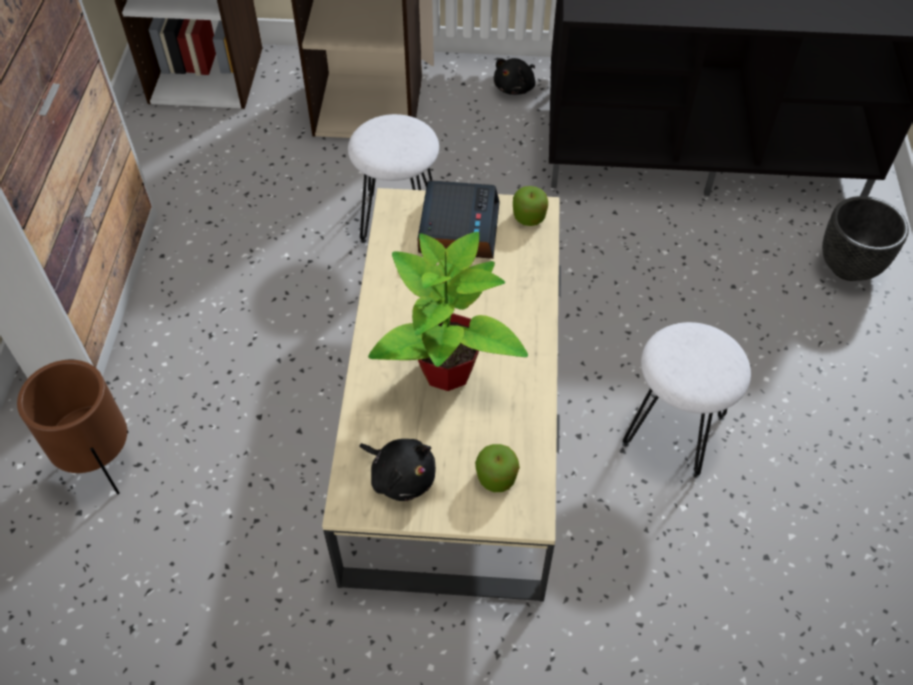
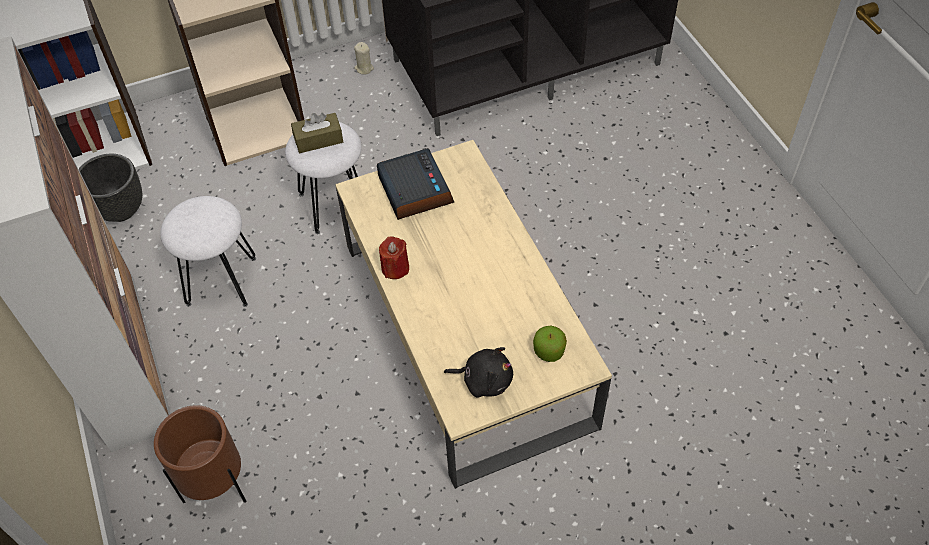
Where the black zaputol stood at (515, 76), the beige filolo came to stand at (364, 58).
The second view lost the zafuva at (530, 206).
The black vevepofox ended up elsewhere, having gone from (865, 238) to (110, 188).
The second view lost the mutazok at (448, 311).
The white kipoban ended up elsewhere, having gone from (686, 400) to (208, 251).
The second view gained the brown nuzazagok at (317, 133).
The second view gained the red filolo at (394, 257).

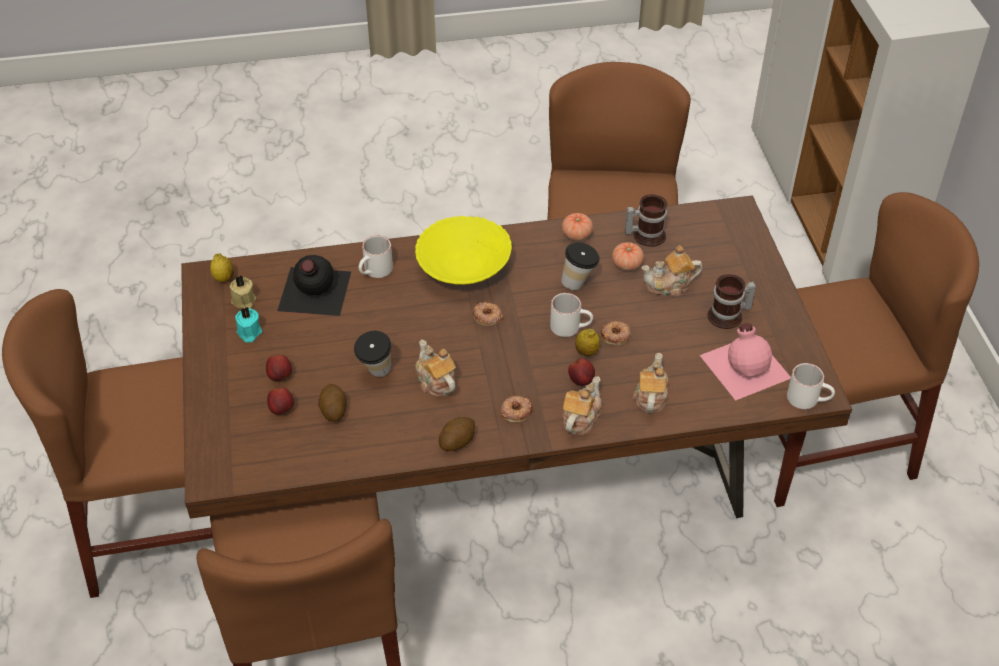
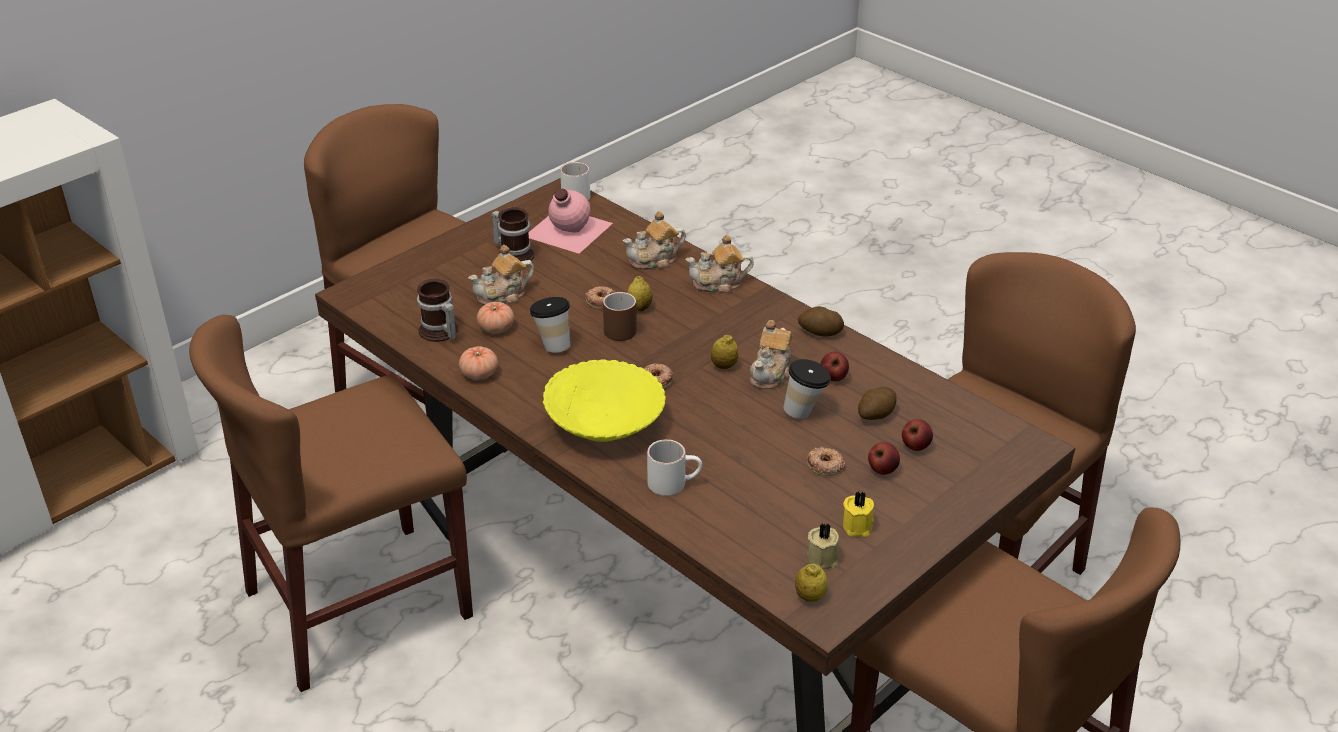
The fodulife at (671, 270) ended up facing another way, 105 degrees clockwise from before.
The second view lost the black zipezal at (314, 285).
What was the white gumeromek at (571, 315) turned into the brown gumeromek at (620, 316).
What was the turquoise filolo at (248, 325) turned into the yellow filolo at (858, 514).
The zafuva ended up elsewhere, having gone from (581, 372) to (834, 366).
The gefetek ended up elsewhere, having gone from (516, 409) to (826, 461).
The second view gained the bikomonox at (724, 352).

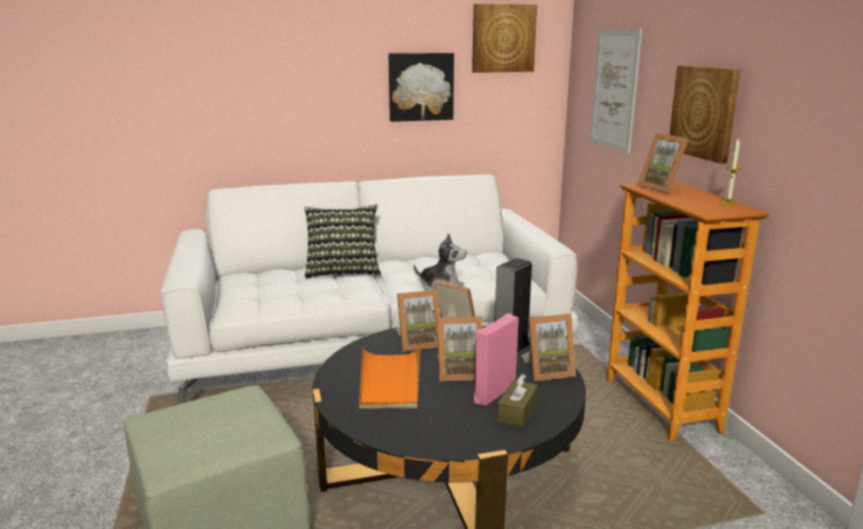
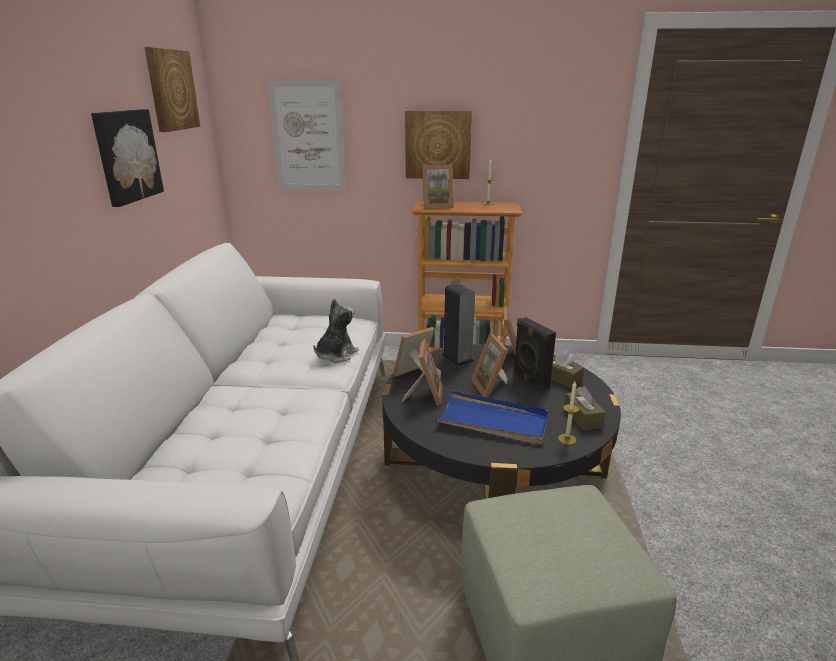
The second view lost the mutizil at (342, 242).
What was the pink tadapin at (496, 359) turned into the black tadapin at (534, 354).
The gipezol at (460, 349) ended up facing another way, 150 degrees clockwise from before.
What was the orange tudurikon at (390, 378) turned into the blue tudurikon at (492, 417).
The second view gained the filolo at (568, 413).
The second view gained the brown nuzazagok at (585, 408).

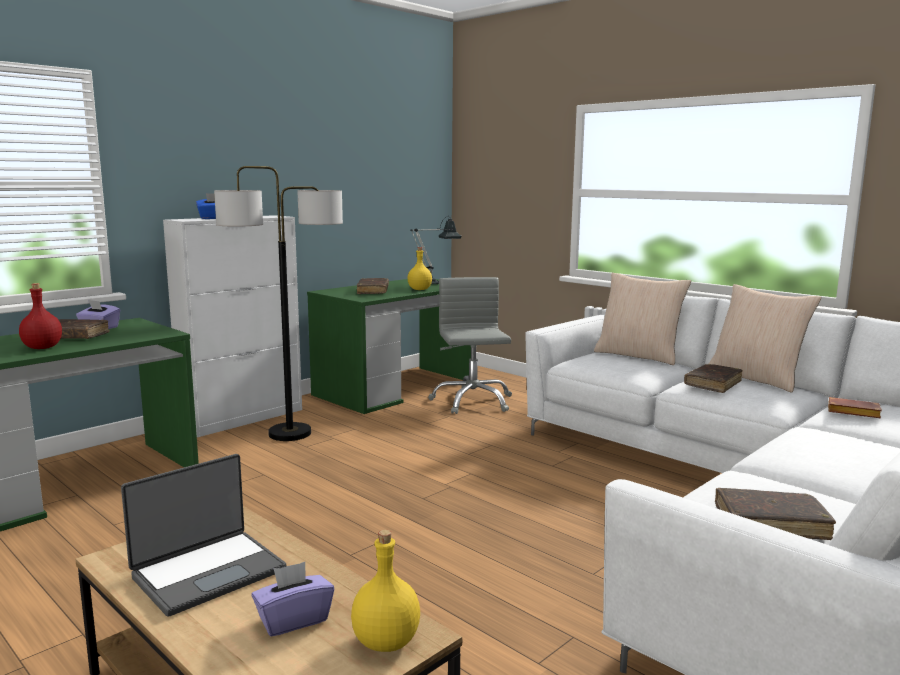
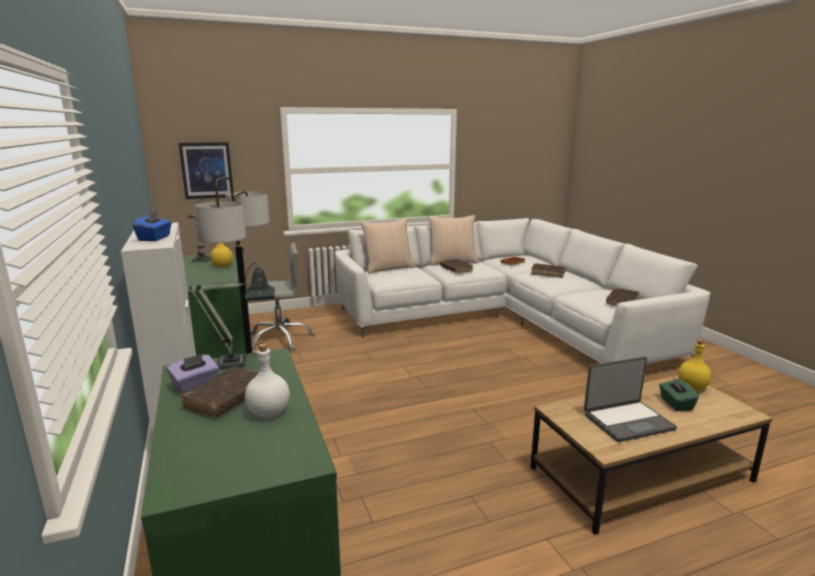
The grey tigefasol at (470, 345) ended up facing another way, 150 degrees clockwise from before.
The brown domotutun ended up elsewhere, having gone from (373, 286) to (548, 270).
What was the red zipezal at (40, 316) turned into the white zipezal at (267, 381).
The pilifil at (203, 535) ended up facing another way, 90 degrees clockwise from before.
What was the purple nuzazagok at (292, 599) turned into the green nuzazagok at (679, 394).
The second view gained the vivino at (206, 170).
The second view gained the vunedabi at (232, 316).

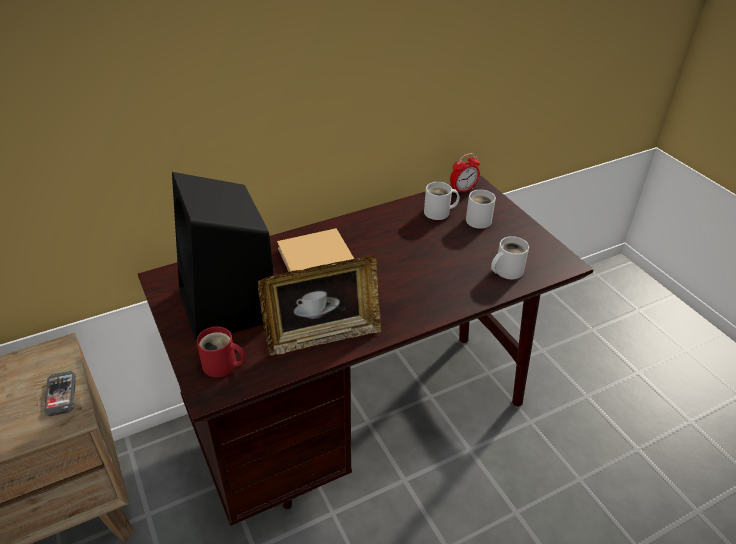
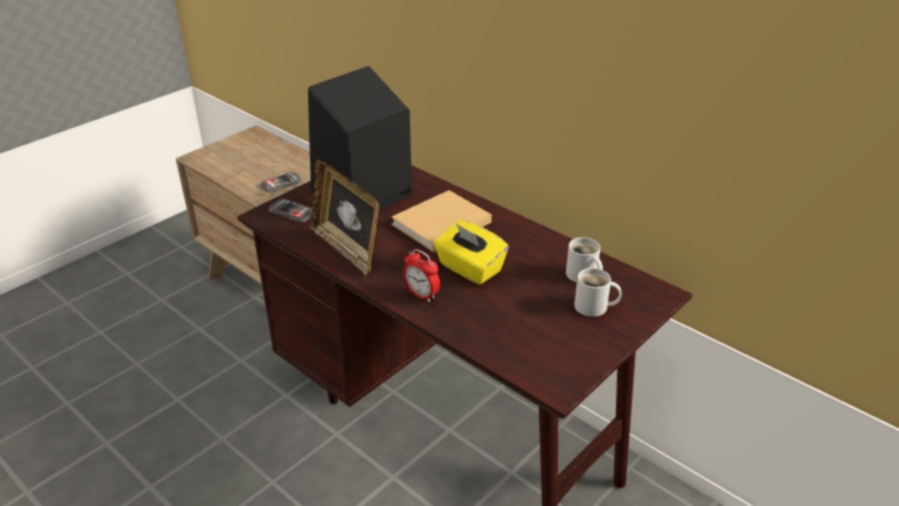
The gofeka ended up elsewhere, having gone from (465, 172) to (421, 275).
The second view lost the white gumeromek at (510, 257).
Where the red gumeromek stood at (221, 351), the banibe came to stand at (290, 211).
The second view gained the yellow nuzazagok at (471, 252).

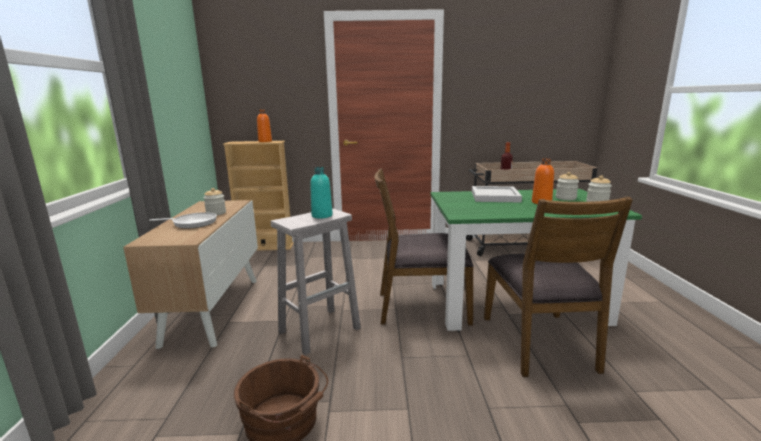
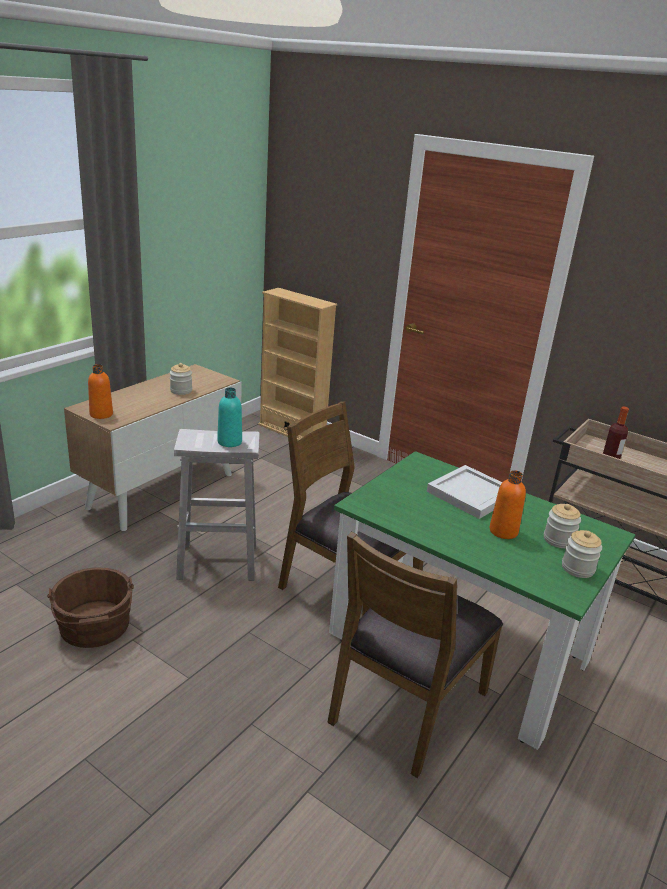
The orange zipezal ended up elsewhere, having gone from (264, 126) to (100, 391).
The second view lost the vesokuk at (183, 220).

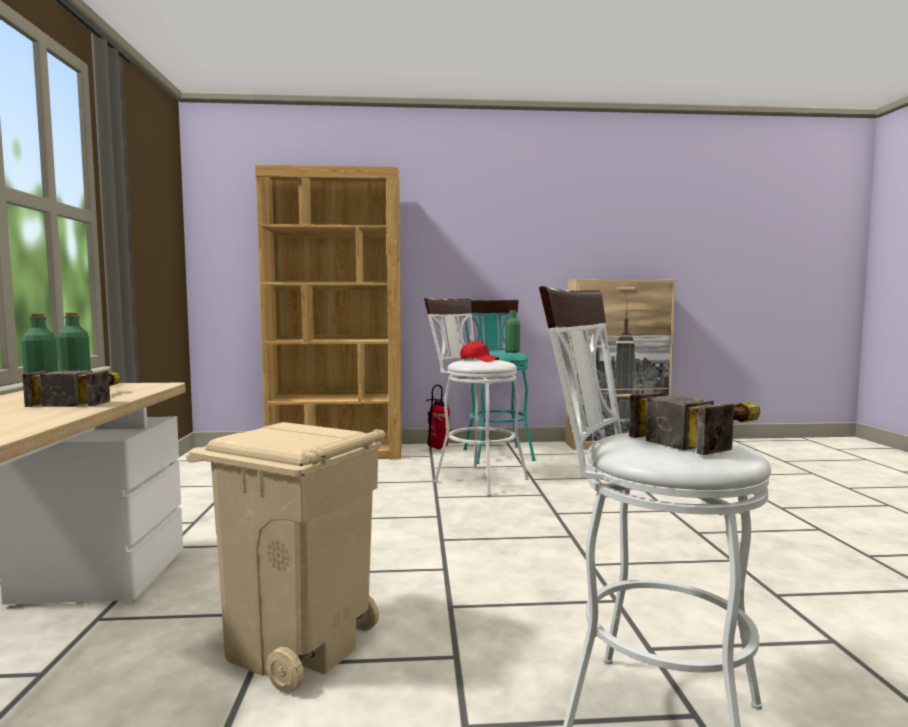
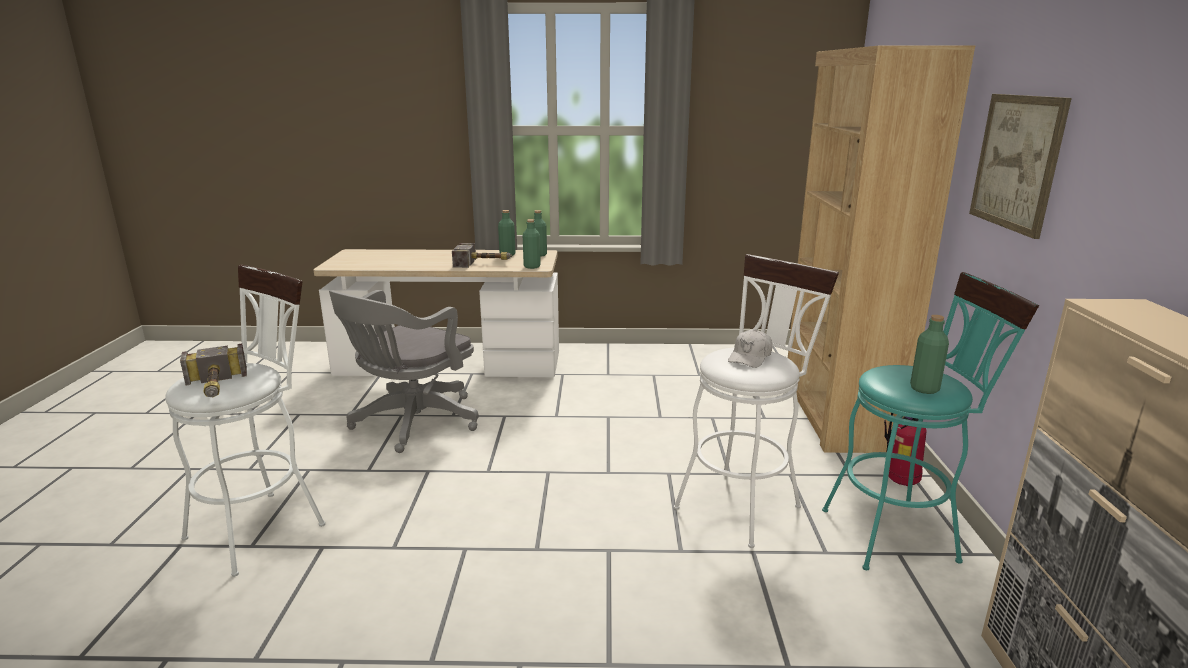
What was the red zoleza at (479, 351) turned into the white zoleza at (750, 349).
Where the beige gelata stood at (285, 557), the grey tigefasol came to stand at (404, 371).
The second view gained the vivino at (1020, 166).
The second view gained the green zipezal at (532, 244).

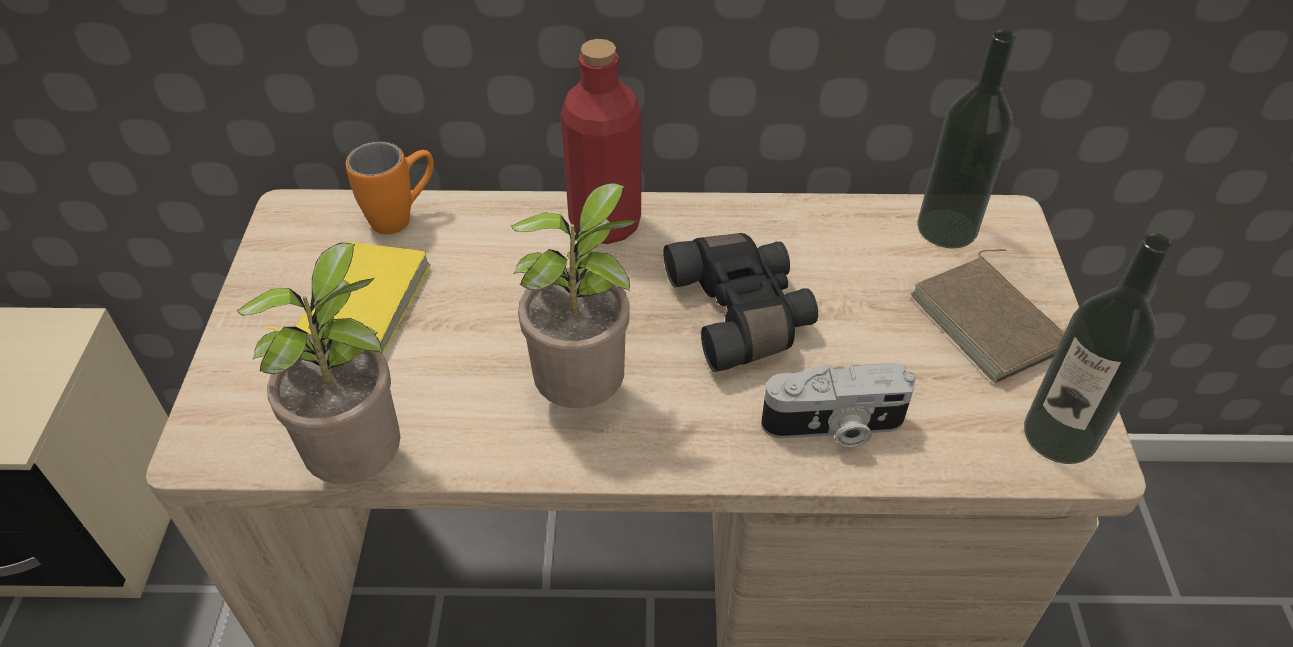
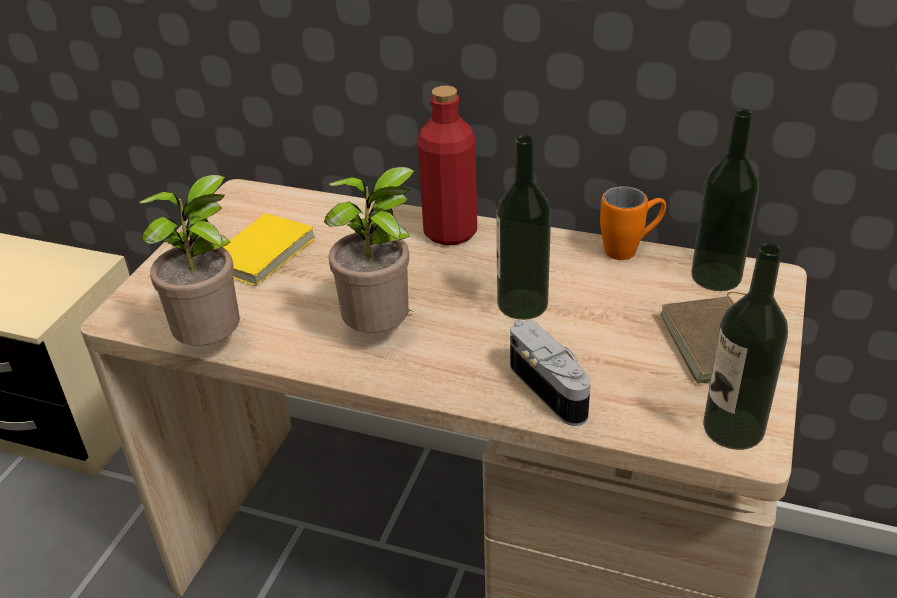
The orange gumeromek ended up elsewhere, having gone from (390, 188) to (633, 223).
Where the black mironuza stood at (741, 302), the zipezal came to stand at (523, 227).
The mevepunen at (838, 405) ended up facing another way, 135 degrees counterclockwise from before.

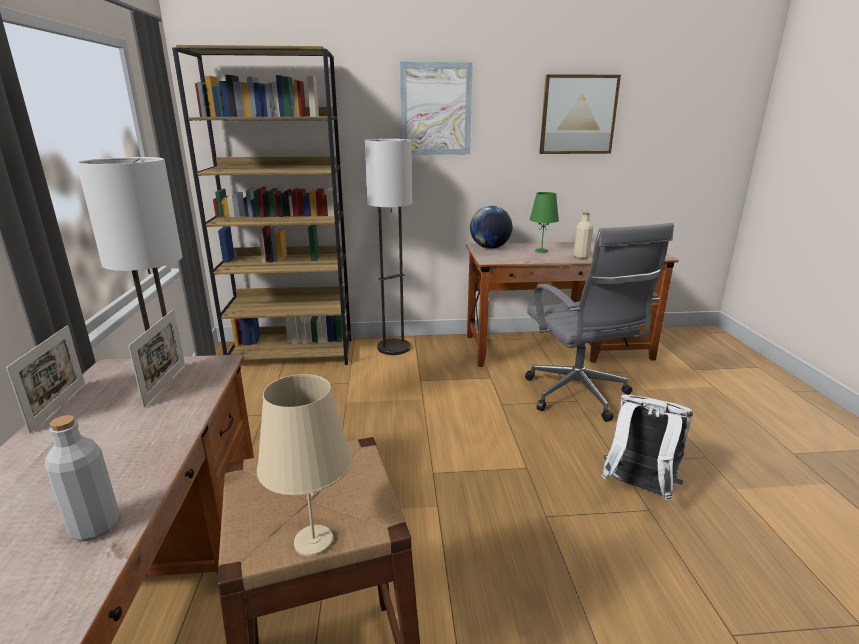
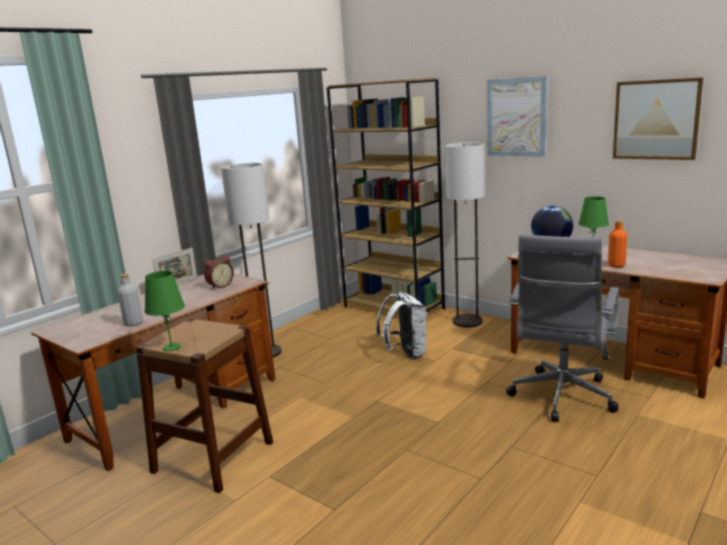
What was the beige zipezal at (583, 235) turned into the orange zipezal at (617, 243).
Where the gipezol stood at (156, 358), the gofeka came to stand at (219, 272).
What was the beige vunedabi at (304, 465) turned into the green vunedabi at (165, 311).
The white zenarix ended up elsewhere, having gone from (647, 447) to (401, 325).

